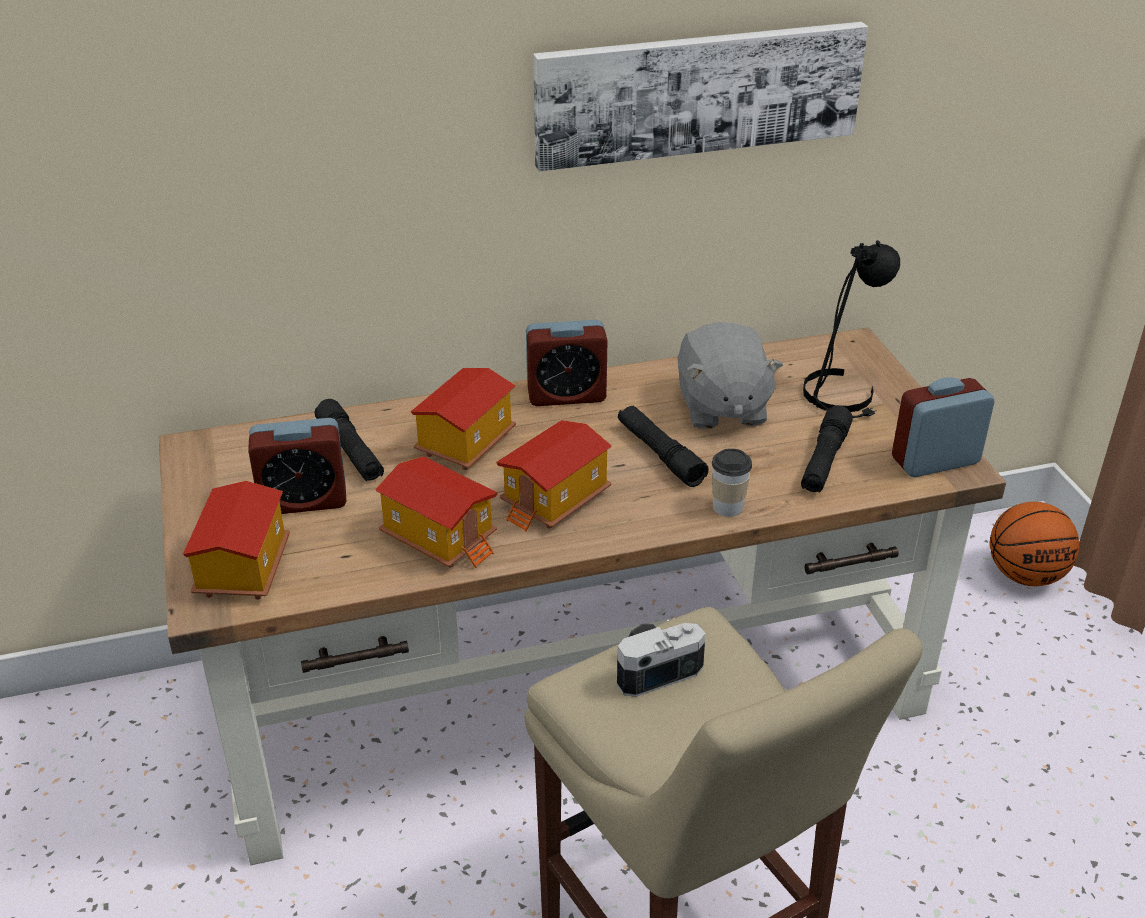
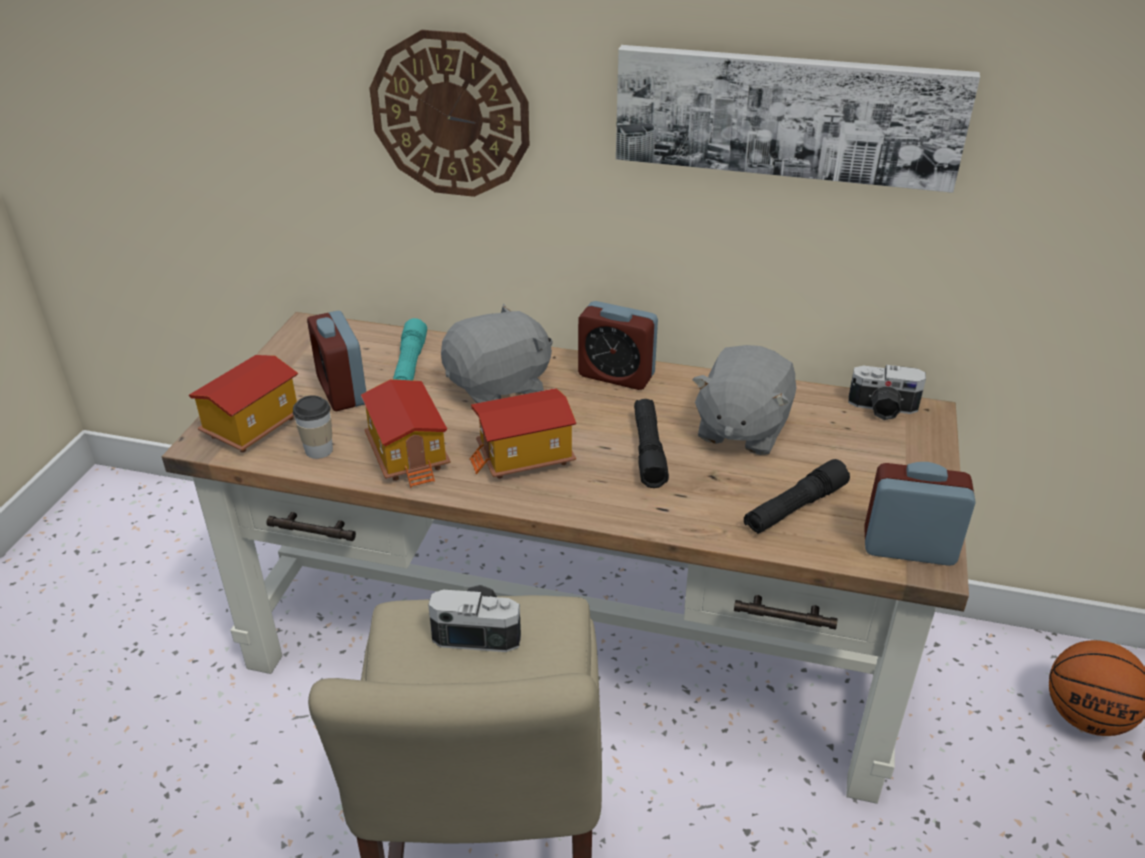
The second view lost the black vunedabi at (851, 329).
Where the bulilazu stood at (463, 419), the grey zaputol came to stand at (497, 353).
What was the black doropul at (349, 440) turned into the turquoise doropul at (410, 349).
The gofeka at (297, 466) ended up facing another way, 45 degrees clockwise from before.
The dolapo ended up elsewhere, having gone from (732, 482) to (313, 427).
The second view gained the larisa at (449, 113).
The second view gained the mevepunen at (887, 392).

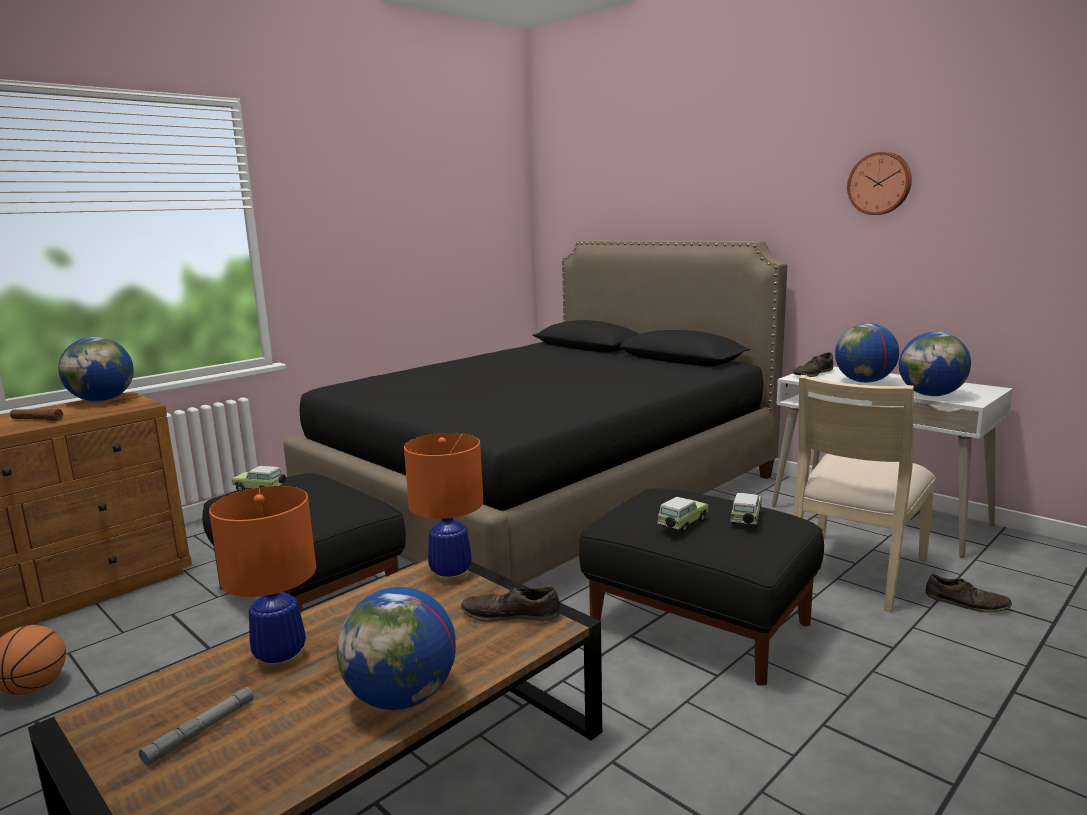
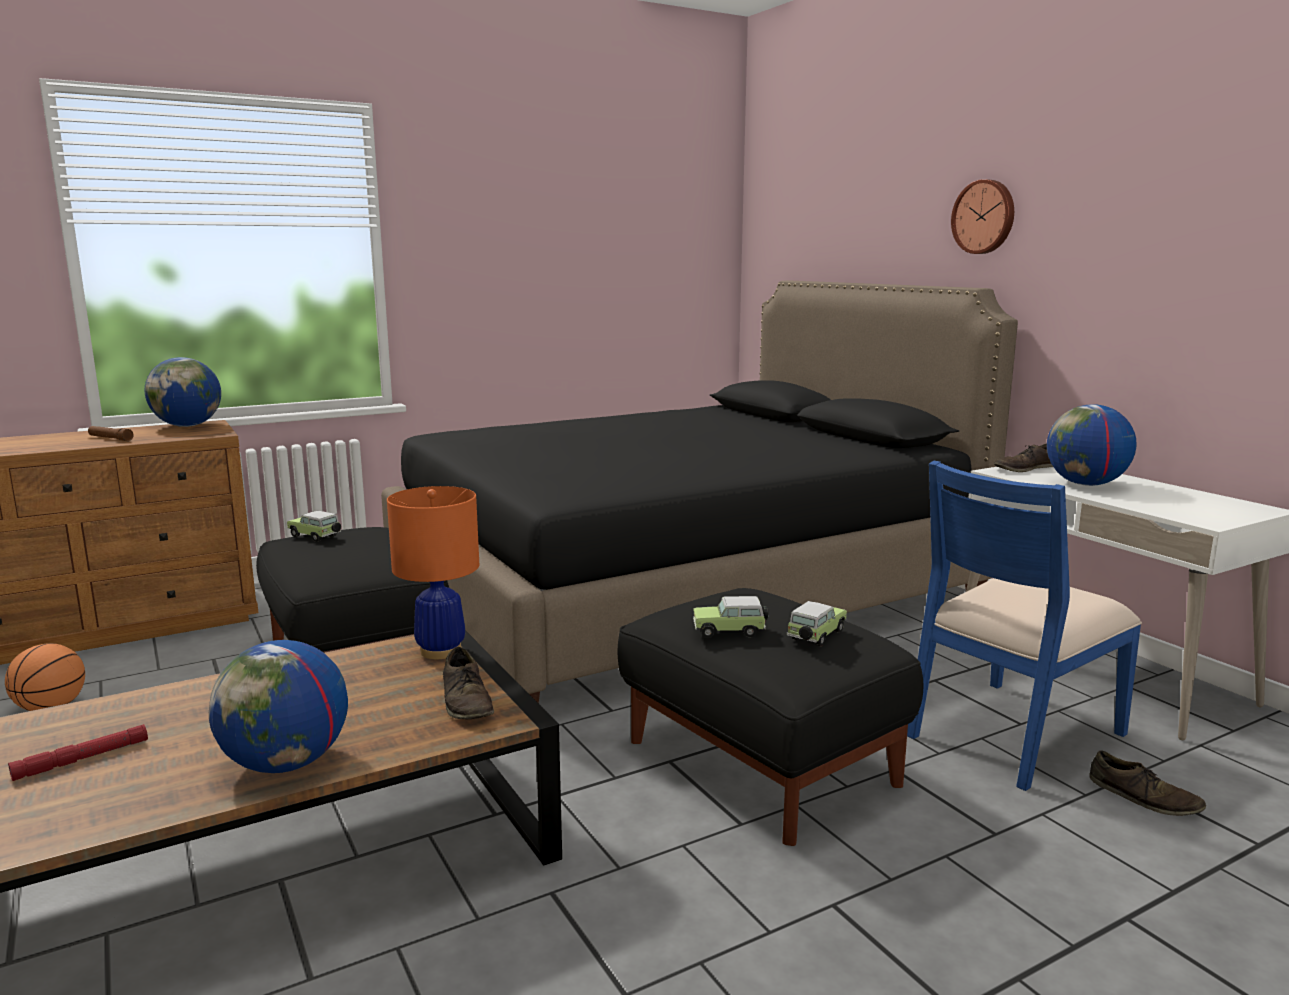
The larisa ended up elsewhere, having gone from (879, 183) to (982, 216).
The second view lost the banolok at (935, 364).
What was the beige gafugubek at (864, 493) turned into the blue gafugubek at (1024, 625).
The second view lost the orange vunedabi at (262, 578).
The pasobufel at (682, 515) ended up facing another way, 150 degrees counterclockwise from before.
The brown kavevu at (510, 603) ended up facing another way, 135 degrees counterclockwise from before.
What was the grey doropul at (196, 727) turned into the red doropul at (78, 752).

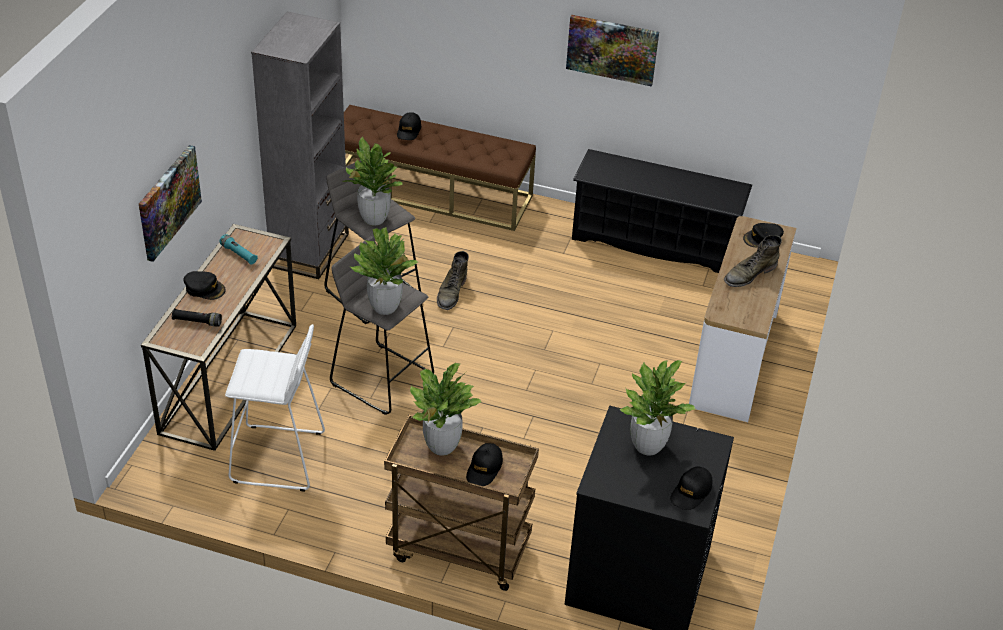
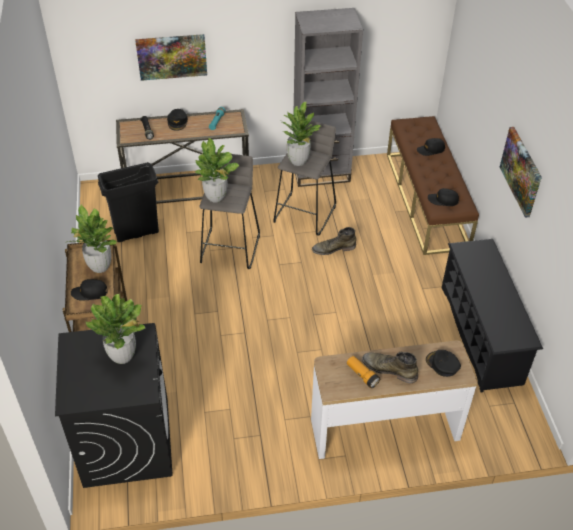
Where the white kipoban stood at (275, 408), the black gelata came to stand at (128, 202).
The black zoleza ended up elsewhere, having gone from (691, 488) to (443, 197).
The second view gained the doropul at (363, 372).

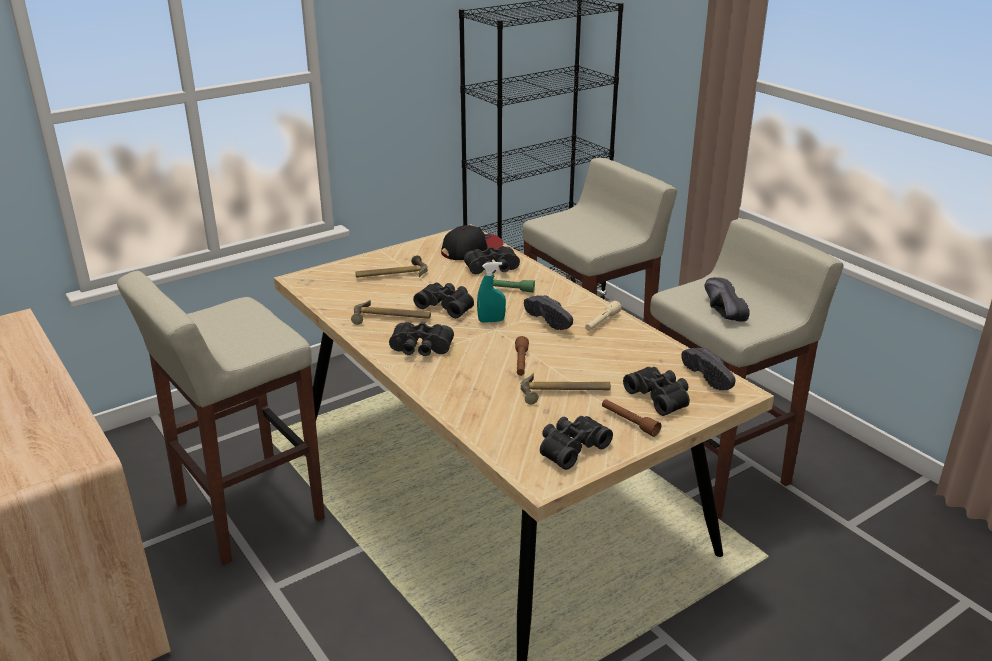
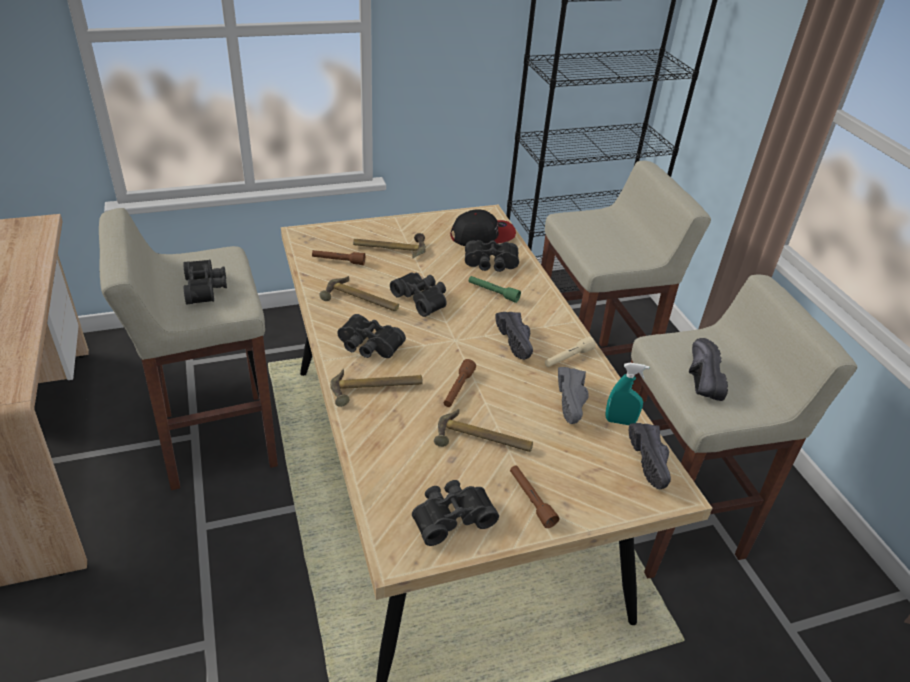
The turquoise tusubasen ended up elsewhere, having gone from (491, 292) to (627, 394).
The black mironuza ended up elsewhere, having gone from (656, 391) to (205, 281).
The second view gained the brown doropul at (338, 257).
The second view gained the grey kavevu at (573, 395).
The second view gained the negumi at (376, 388).

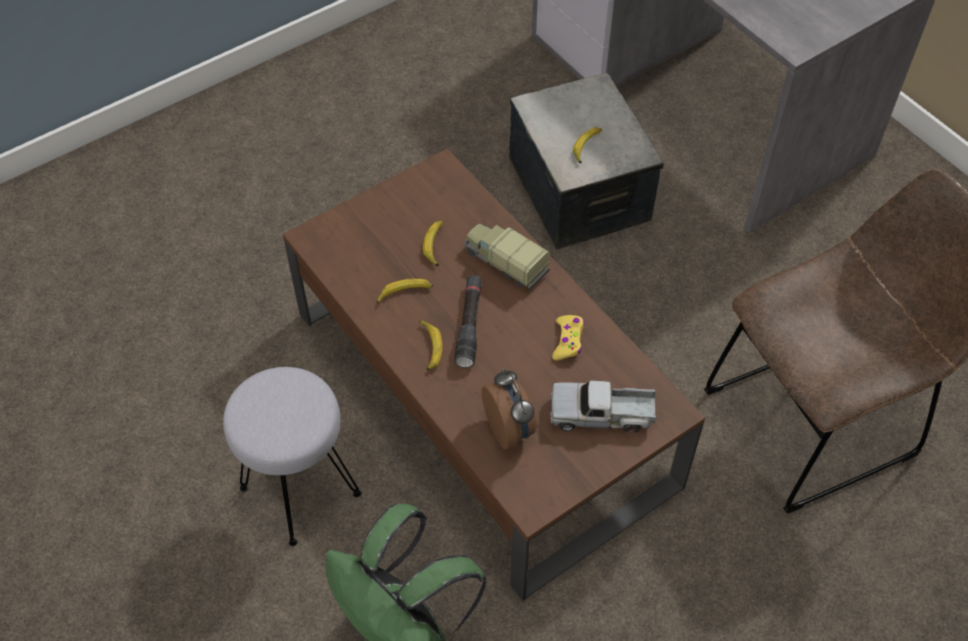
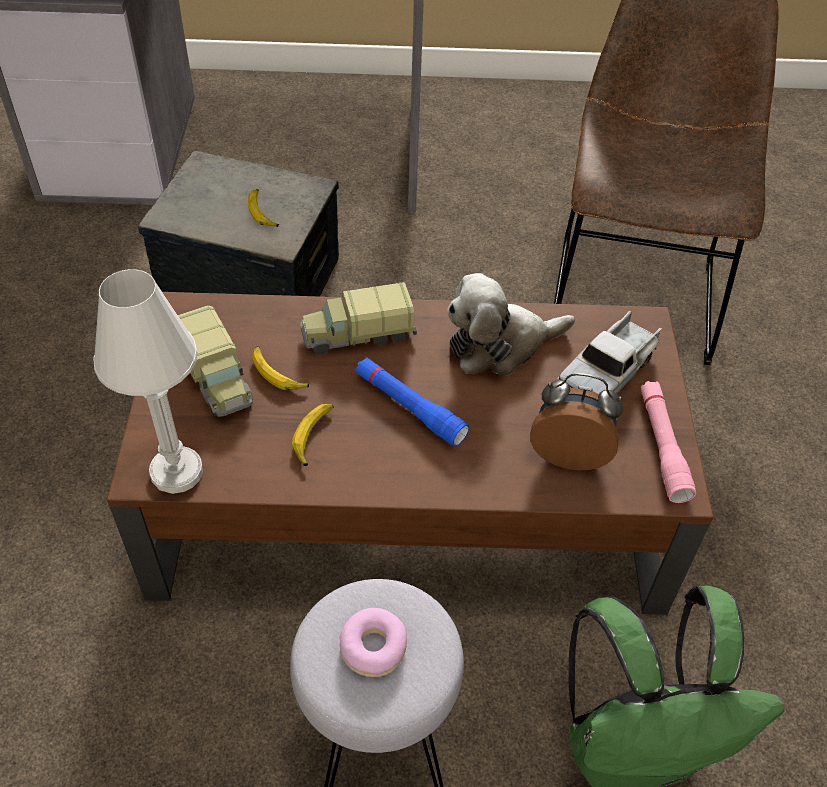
What was the black doropul at (468, 321) turned into the blue doropul at (412, 401).
Where the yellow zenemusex stood at (568, 337), the zaputol came to stand at (510, 324).
The second view lost the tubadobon at (431, 345).
The second view gained the white vunedabi at (148, 381).
The second view gained the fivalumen at (216, 361).
The second view gained the pink doropul at (668, 442).
The second view gained the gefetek at (373, 642).

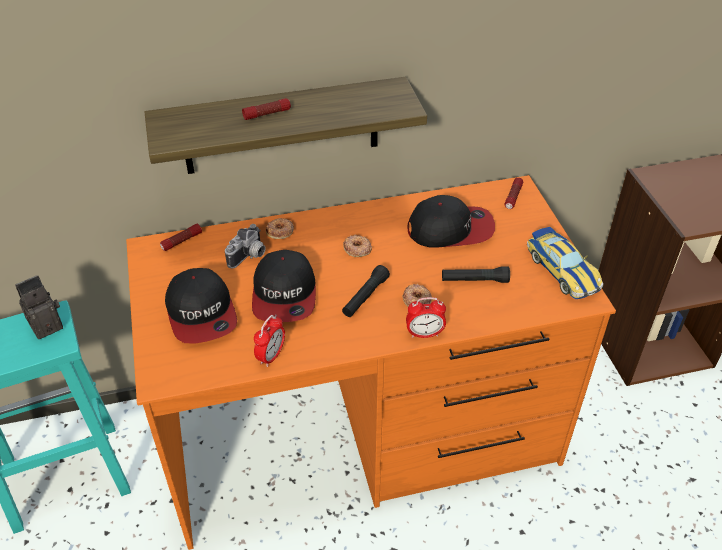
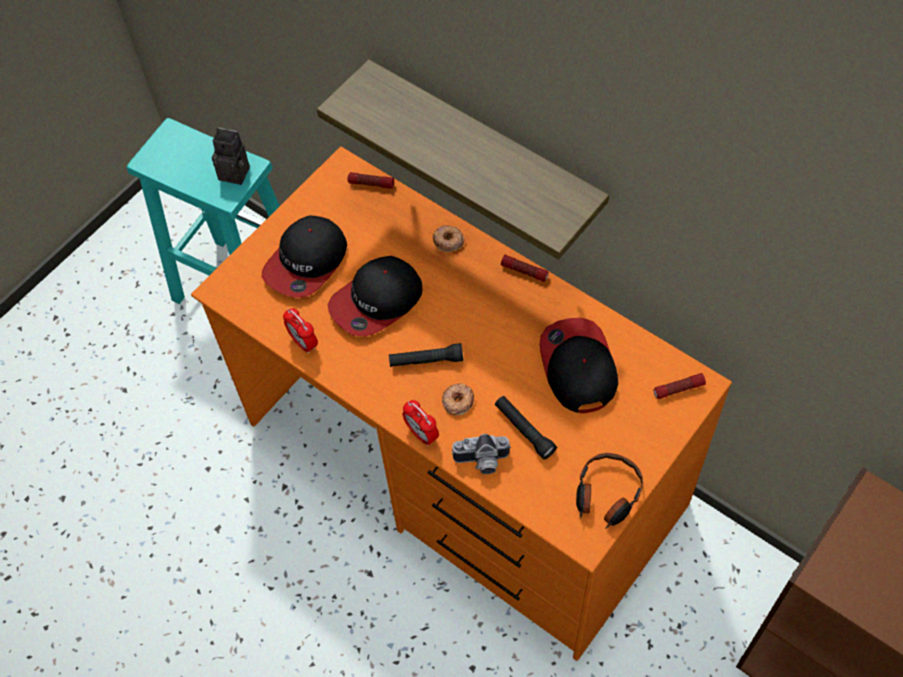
The doropul ended up elsewhere, having gone from (266, 109) to (525, 268).
The zoleza at (451, 221) ended up facing another way, 150 degrees counterclockwise from before.
The mevepunen ended up elsewhere, having gone from (245, 246) to (481, 454).
Where the pasobufel stood at (565, 263), the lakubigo came to stand at (609, 491).
The second view lost the gefetek at (357, 246).
The gofeka at (269, 340) ended up facing another way, 60 degrees clockwise from before.

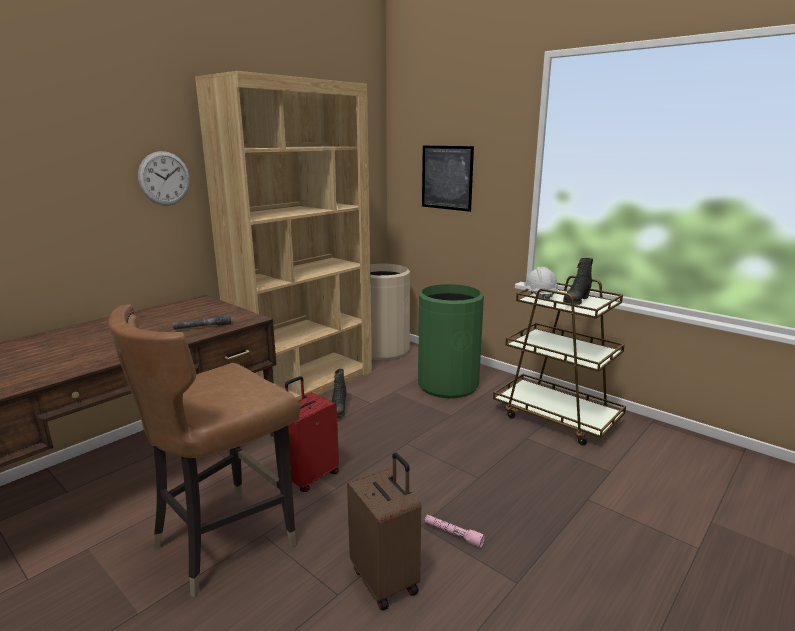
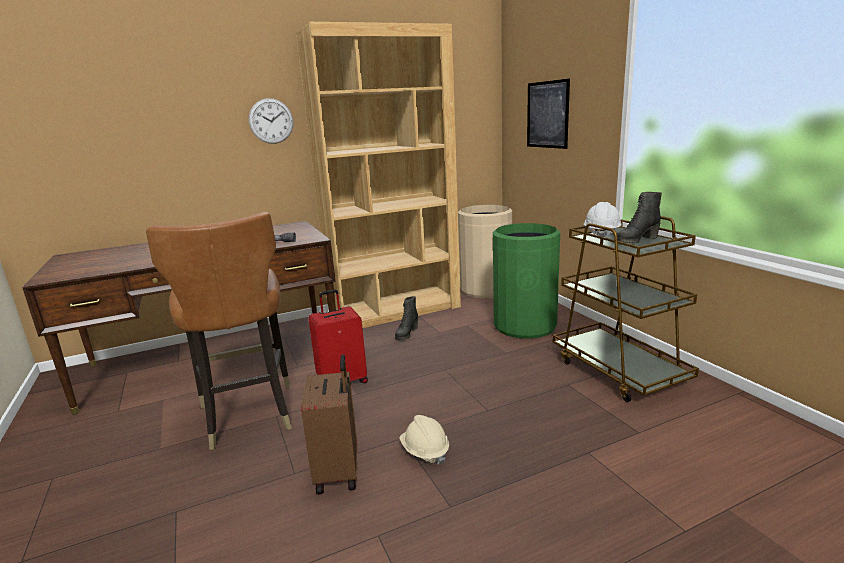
The brown gafugubek at (204, 450) ended up facing another way, 90 degrees counterclockwise from before.
Where the pink doropul stood at (455, 531), the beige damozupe came to stand at (424, 440).

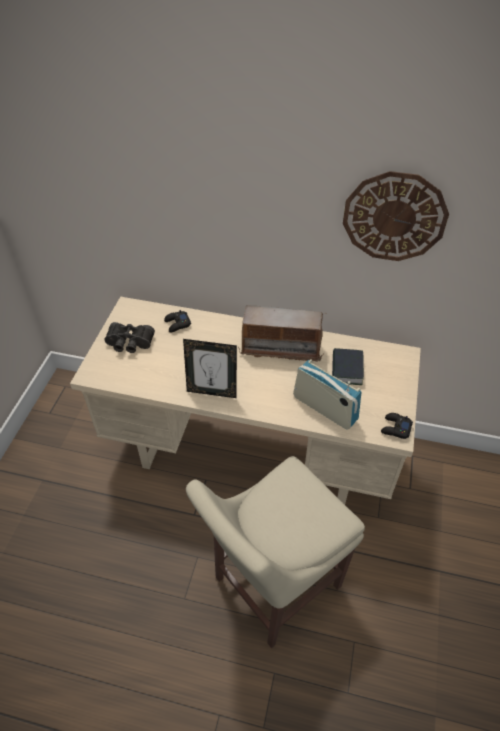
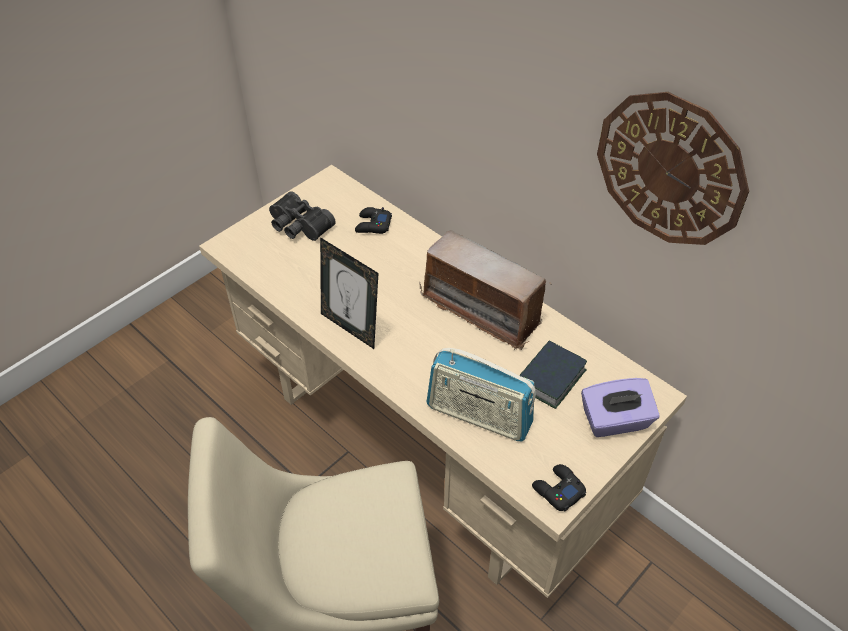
The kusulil at (327, 394) ended up facing another way, 135 degrees clockwise from before.
The second view gained the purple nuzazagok at (620, 407).

